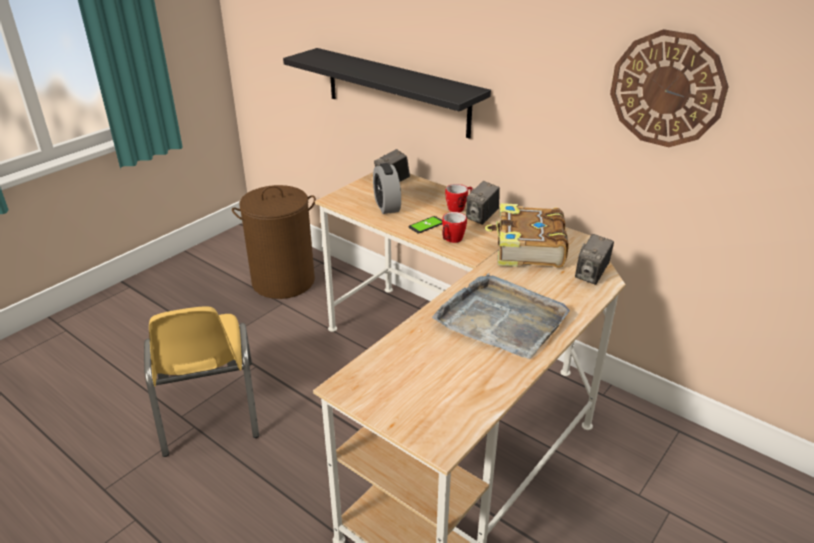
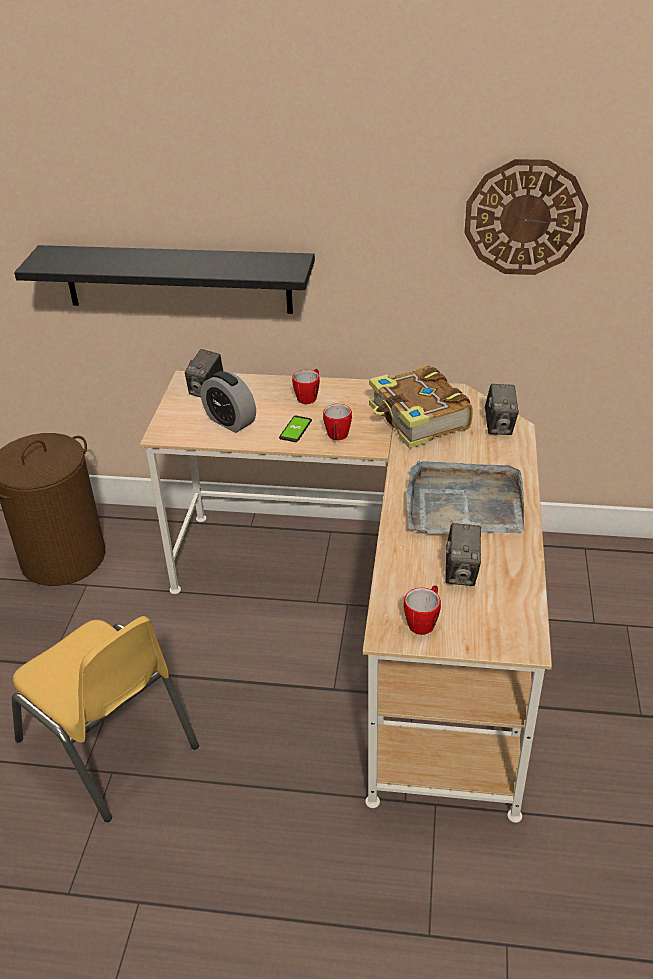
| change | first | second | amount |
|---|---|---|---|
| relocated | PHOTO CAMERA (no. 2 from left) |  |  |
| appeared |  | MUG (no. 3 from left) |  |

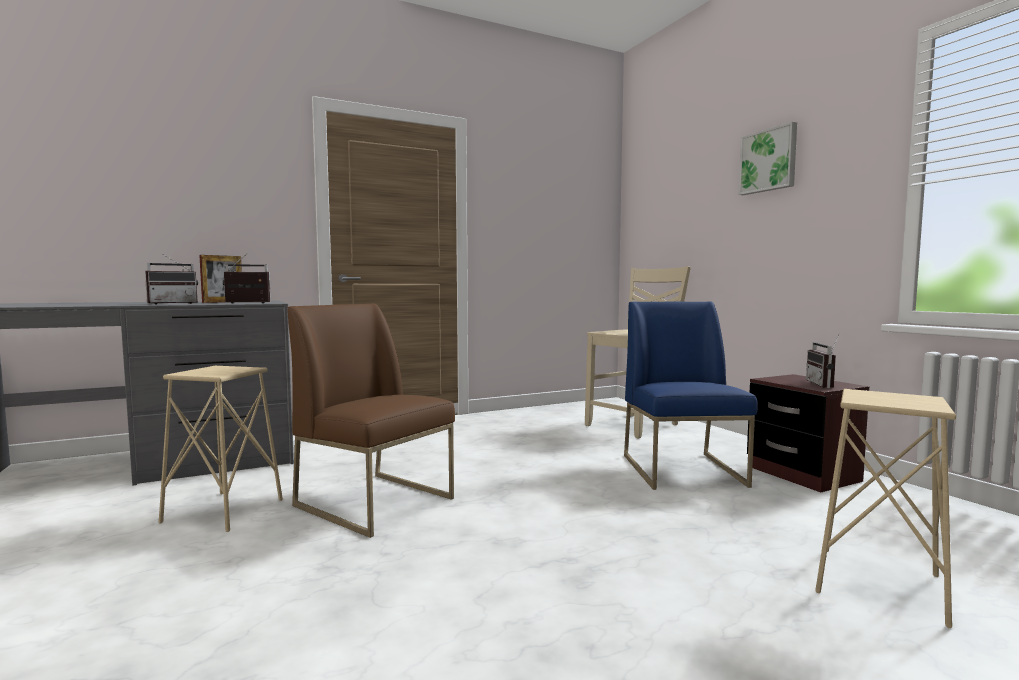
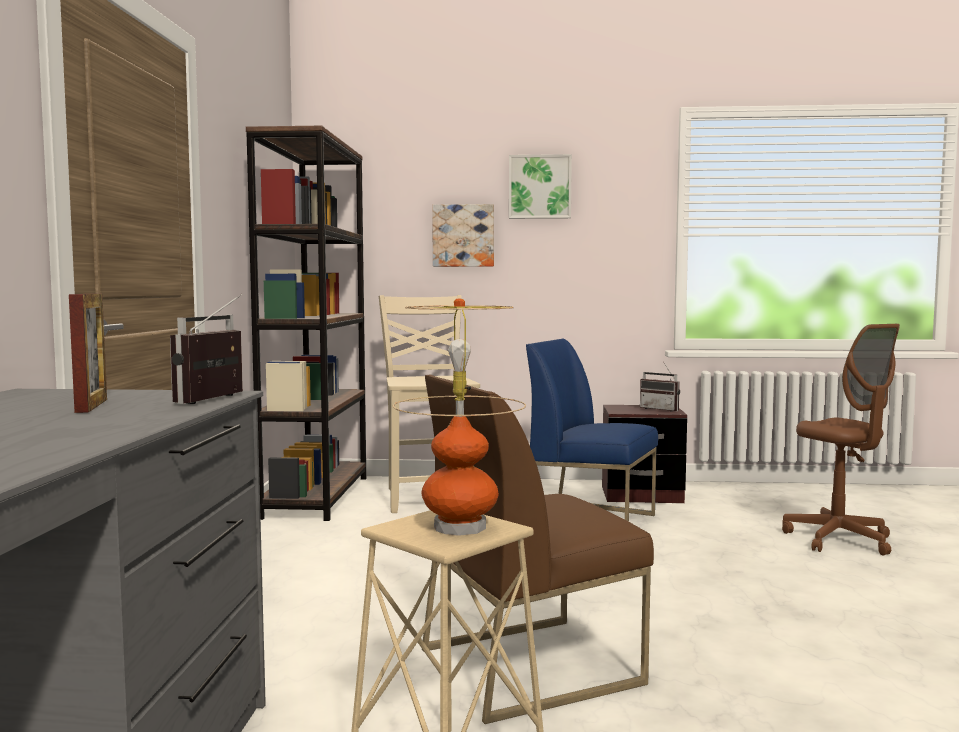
| change | first | second | amount |
|---|---|---|---|
| missing | RADIO (no. 1 from left) |  |  |
| exchanged | BEIGE STOOL (no. 2 from left) | BROWN OFFICE CHAIR |  |
| appeared |  | BROWN BOOKCASE |  |
| appeared |  | TABLE LAMP |  |
| appeared |  | PICTURE (no. 1 from left) |  |

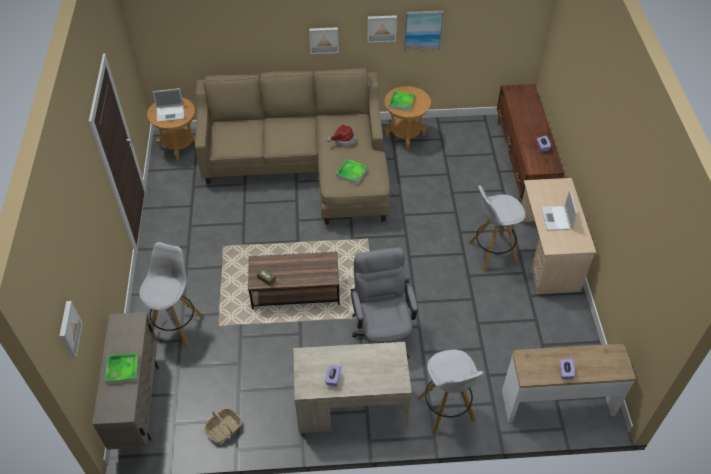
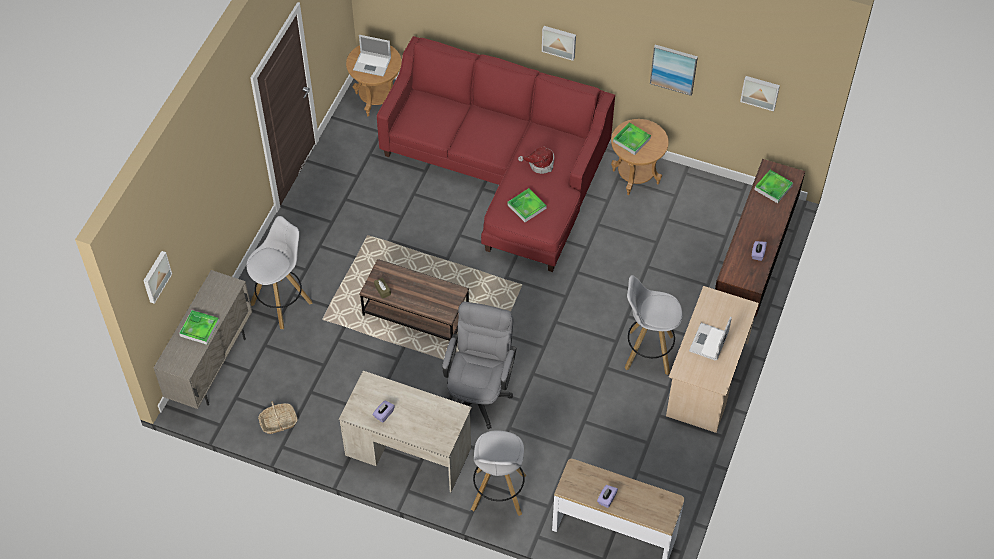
| change | first | second | amount |
|---|---|---|---|
| colour | BEIGE SOFA | RED SOFA |  |
| relocated | PICTURE (no. 3 from left in the first image) | PICTURE (no. 4 from left) |  |
| appeared |  | TRAY (no. 4 from left) |  |

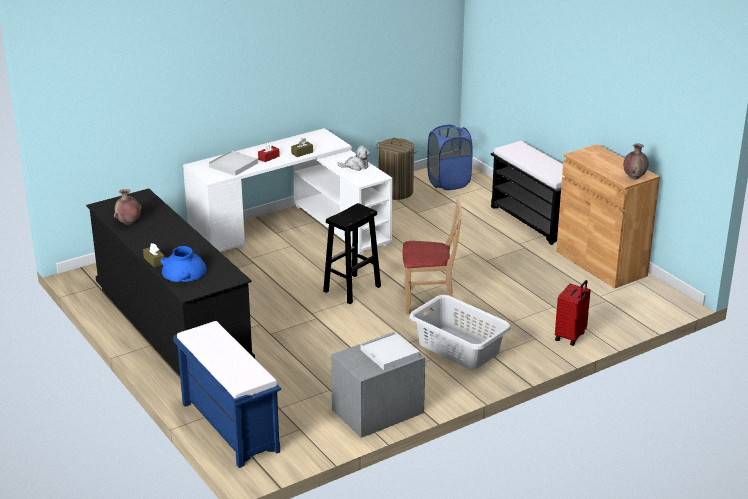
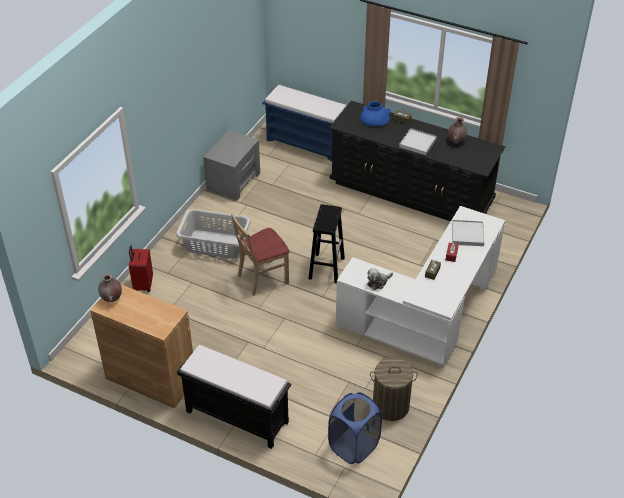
| change | first | second | amount |
|---|---|---|---|
| relocated | WHITE TRAY (no. 2 from left in the first image) | WHITE TRAY (no. 1 from left) |  |

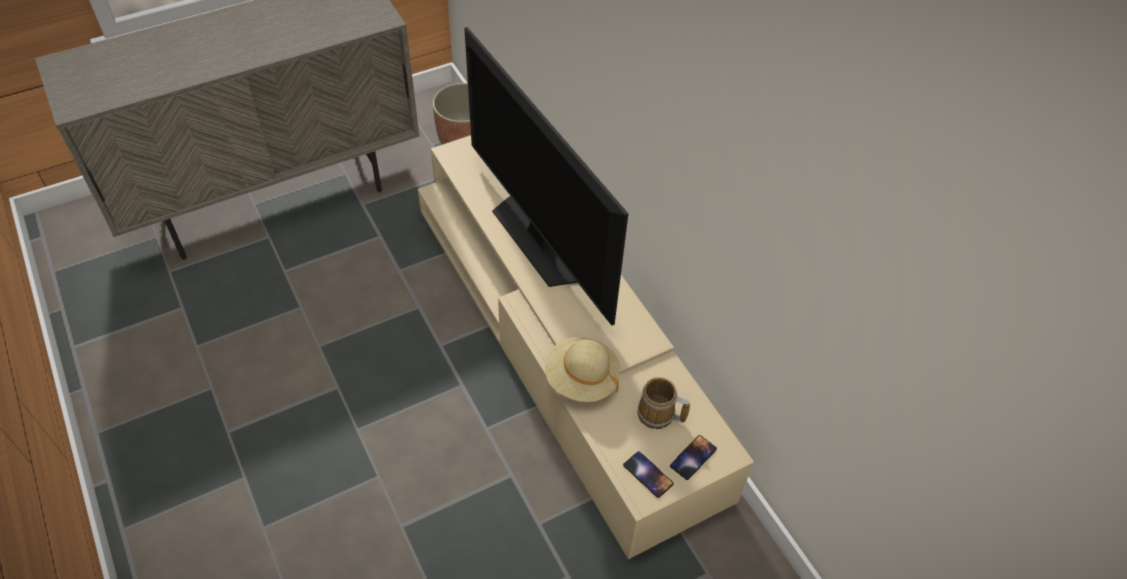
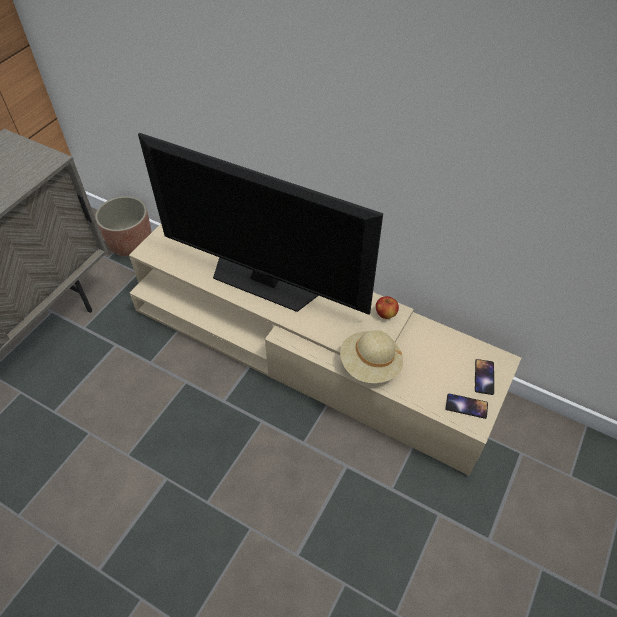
| change | first | second | amount |
|---|---|---|---|
| missing | MUG |  |  |
| appeared |  | APPLE |  |

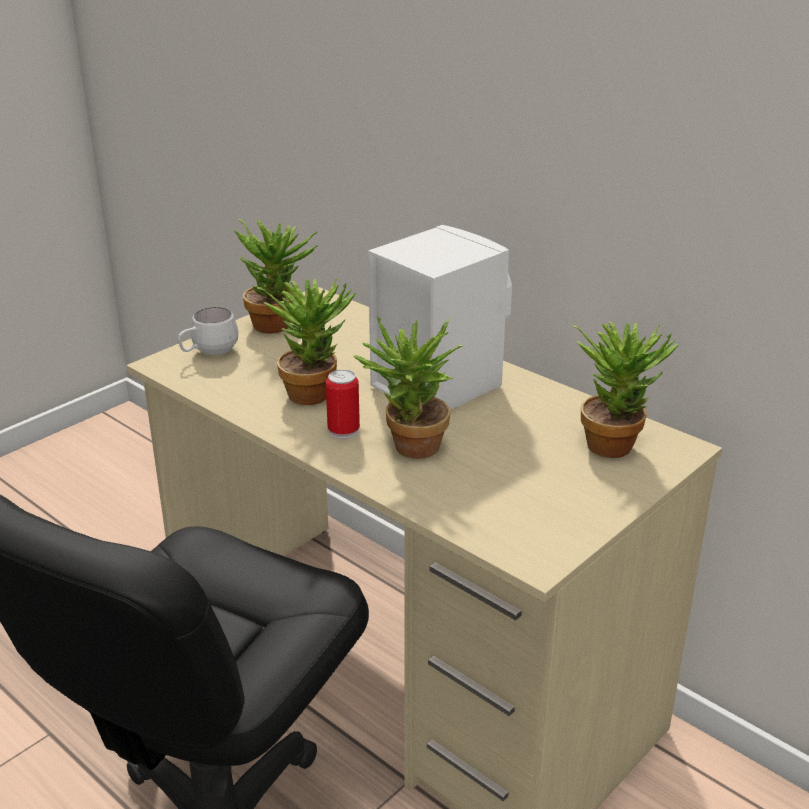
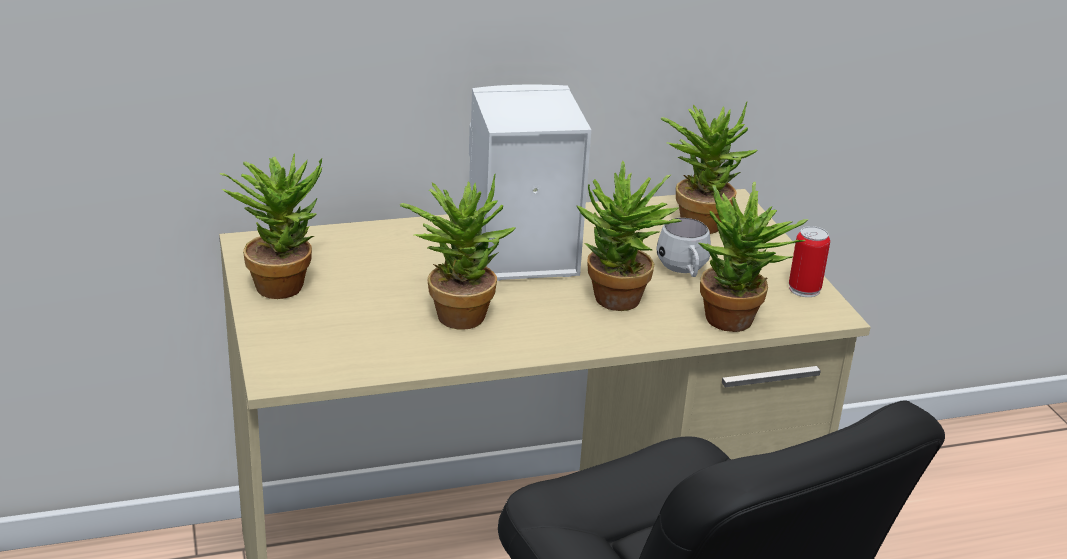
| change | first | second | amount |
|---|---|---|---|
| relocated | WHITE MUG |  |  |
| relocated | CAN |  |  |
| appeared |  | POTTED PLANT (no. 5 from left) |  |

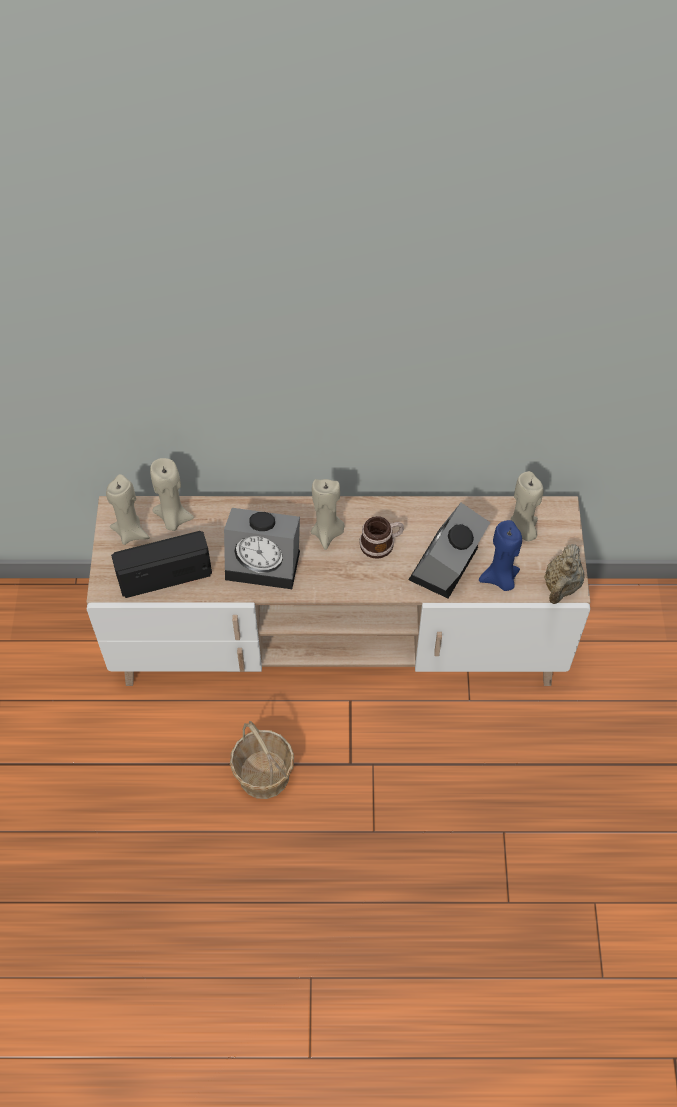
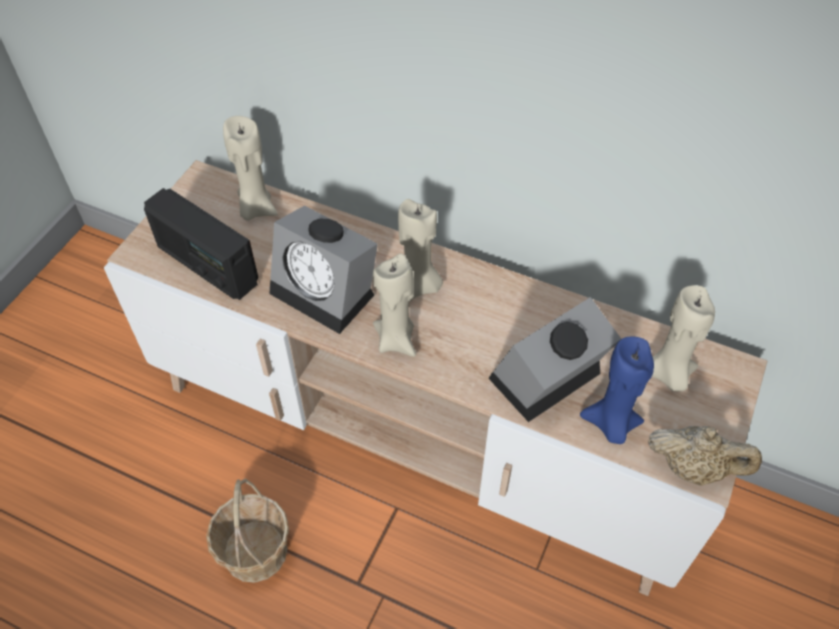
| change | first | second | amount |
|---|---|---|---|
| relocated | BEIGE CANDLE (no. 1 from left in the first image) | BEIGE CANDLE (no. 2 from left) |  |
| spun | RADIO |  | 150 degrees counterclockwise |
| missing | MUG |  |  |
| spun | BEIGE TEAPOT |  | 120 degrees counterclockwise |

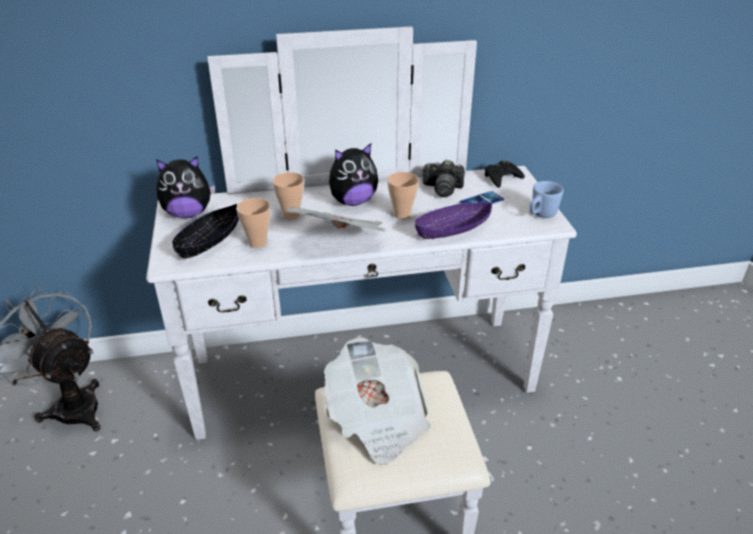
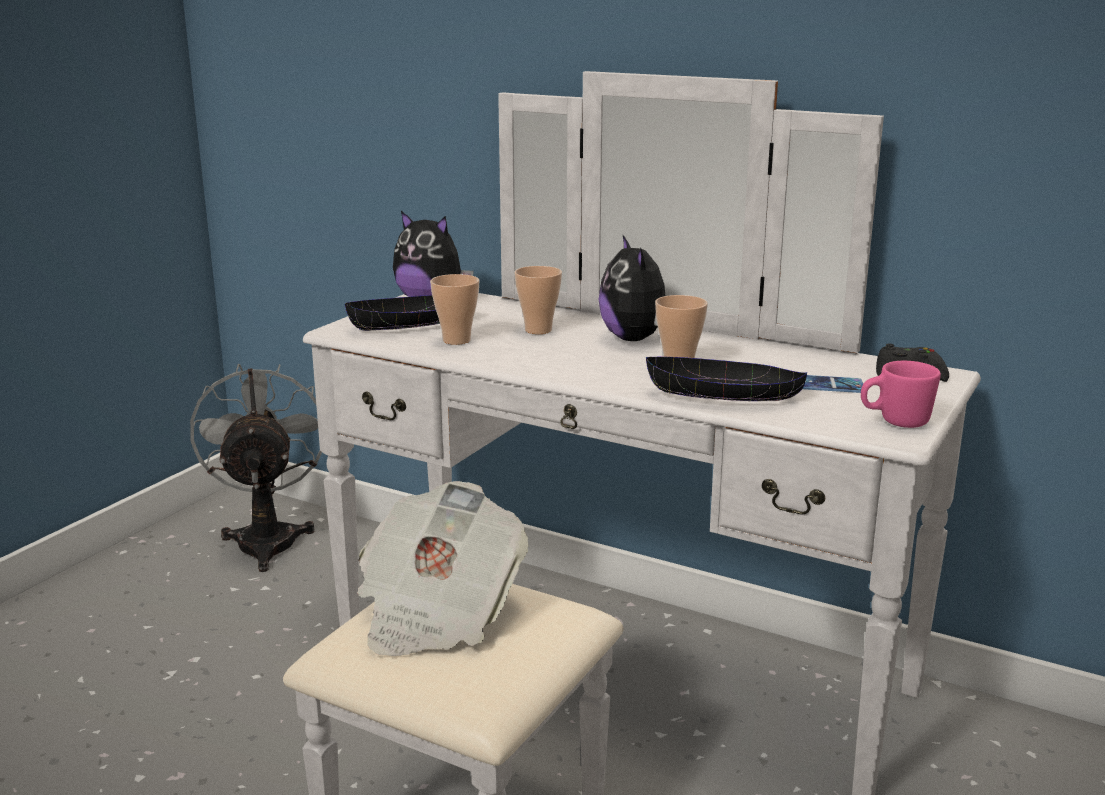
| change | first | second | amount |
|---|---|---|---|
| missing | NEWSPAPER (no. 1 from left) |  |  |
| spun | PLUSH TOY (no. 2 from left) |  | 60 degrees clockwise |
| colour | PURPLE BOWL | BLACK BOWL (no. 2 from left) |  |
| missing | PHOTO CAMERA |  |  |
| colour | BLUE MUG | PINK MUG |  |

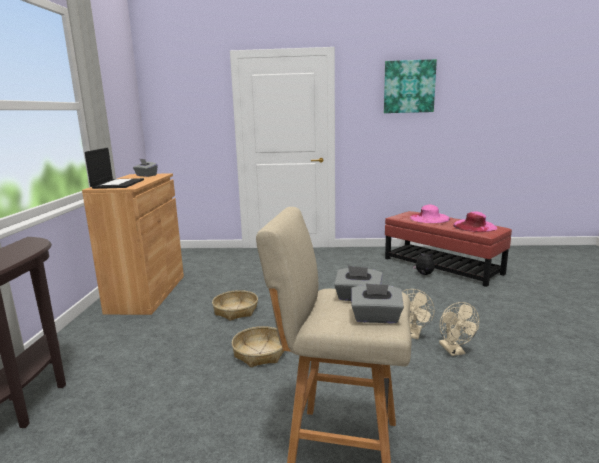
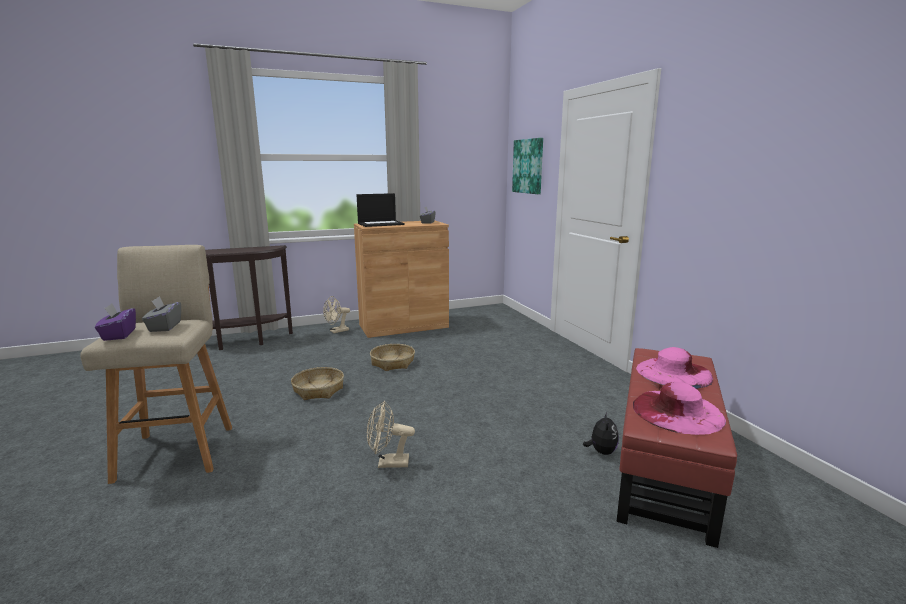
| change | first | second | amount |
|---|---|---|---|
| colour | GREY TISSUE BOX (no. 3 from left) | PURPLE TISSUE BOX |  |
| relocated | PICTURE |  |  |
| relocated | BEIGE FAN (no. 2 from left in the first image) | BEIGE FAN (no. 1 from left) |  |

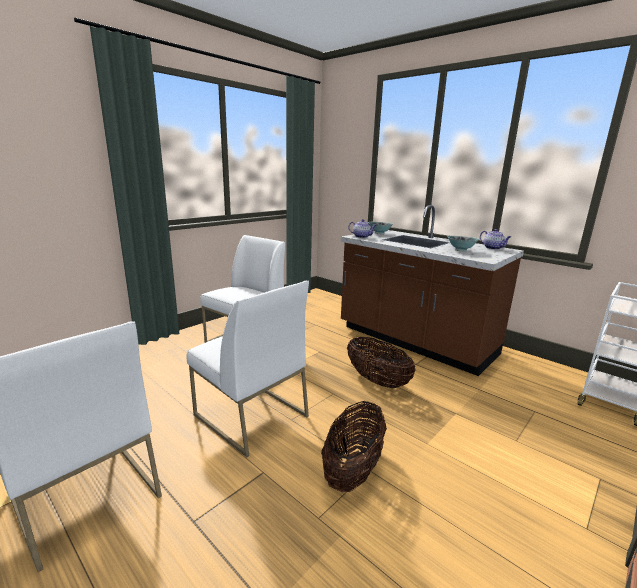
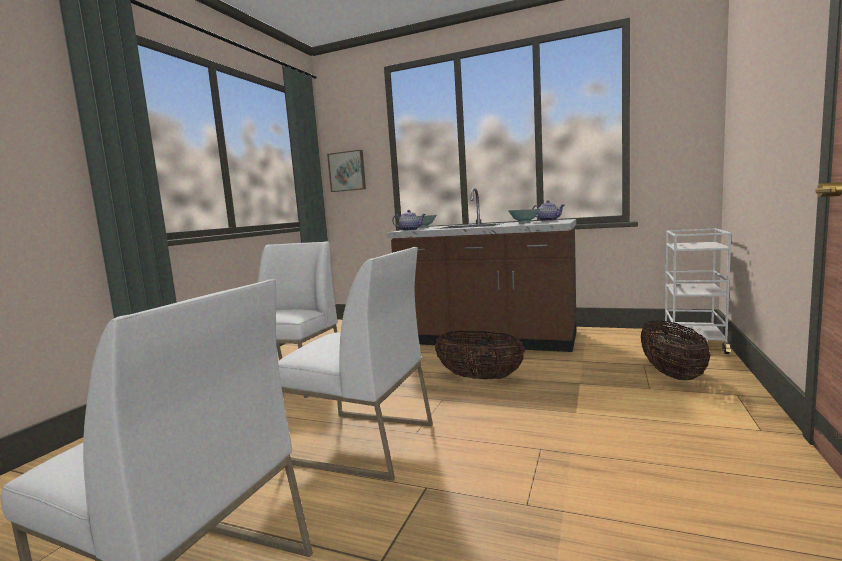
| change | first | second | amount |
|---|---|---|---|
| relocated | BASKET (no. 1 from left in the first image) | BASKET (no. 2 from left) |  |
| appeared |  | PICTURE |  |

